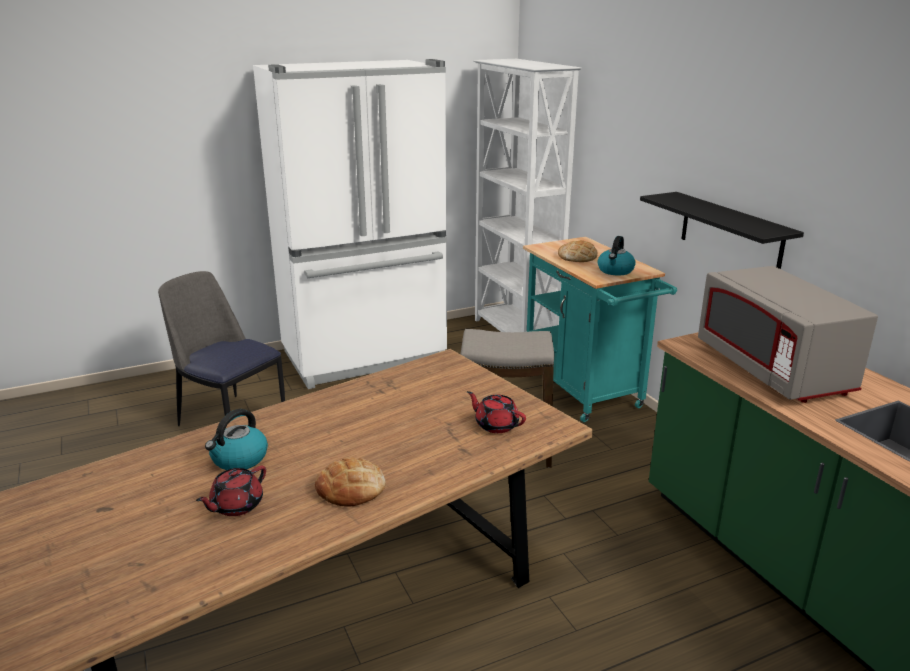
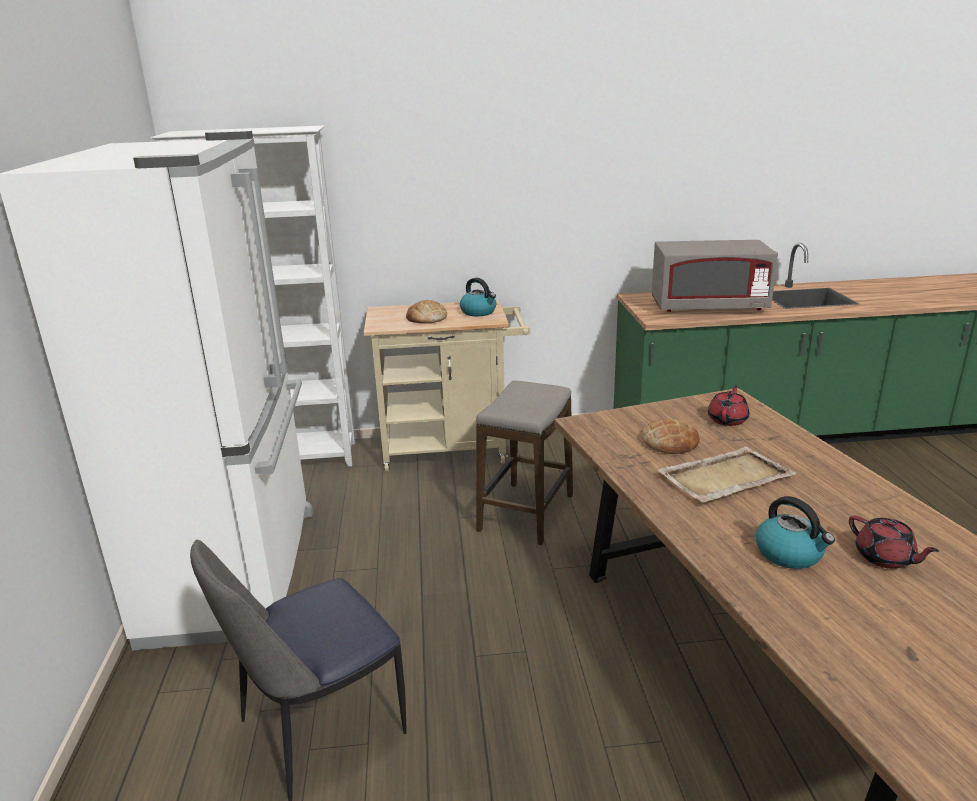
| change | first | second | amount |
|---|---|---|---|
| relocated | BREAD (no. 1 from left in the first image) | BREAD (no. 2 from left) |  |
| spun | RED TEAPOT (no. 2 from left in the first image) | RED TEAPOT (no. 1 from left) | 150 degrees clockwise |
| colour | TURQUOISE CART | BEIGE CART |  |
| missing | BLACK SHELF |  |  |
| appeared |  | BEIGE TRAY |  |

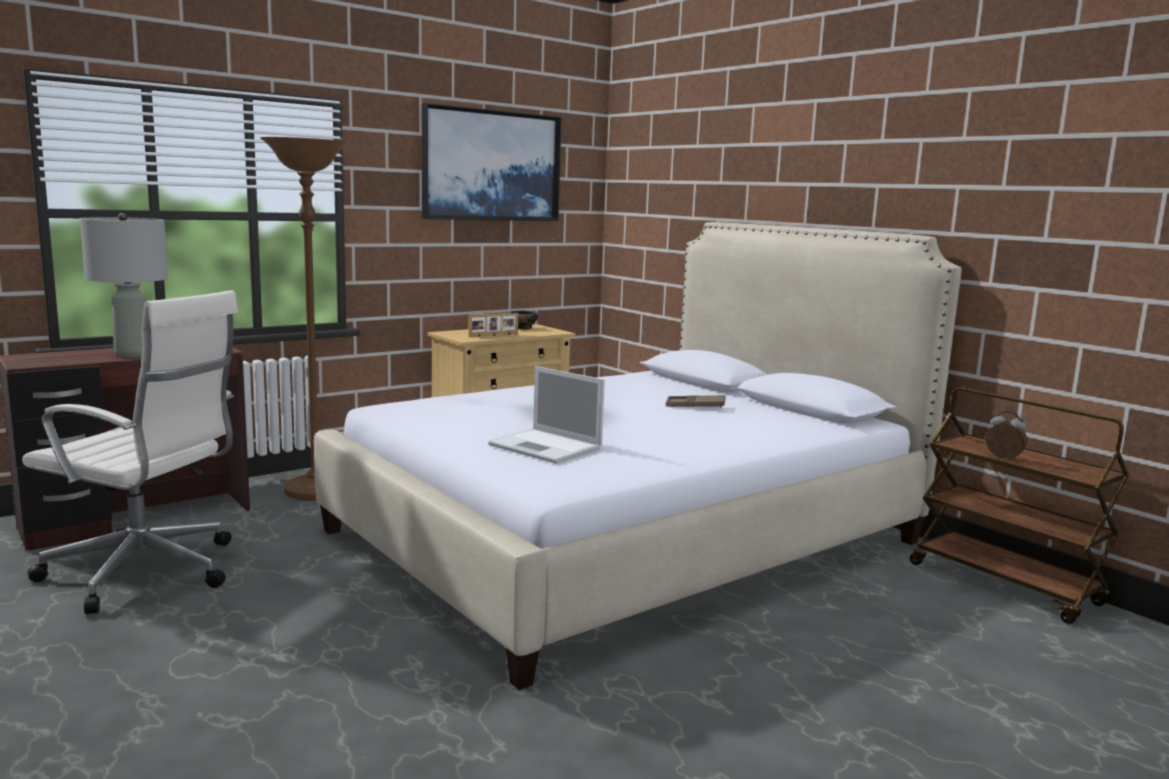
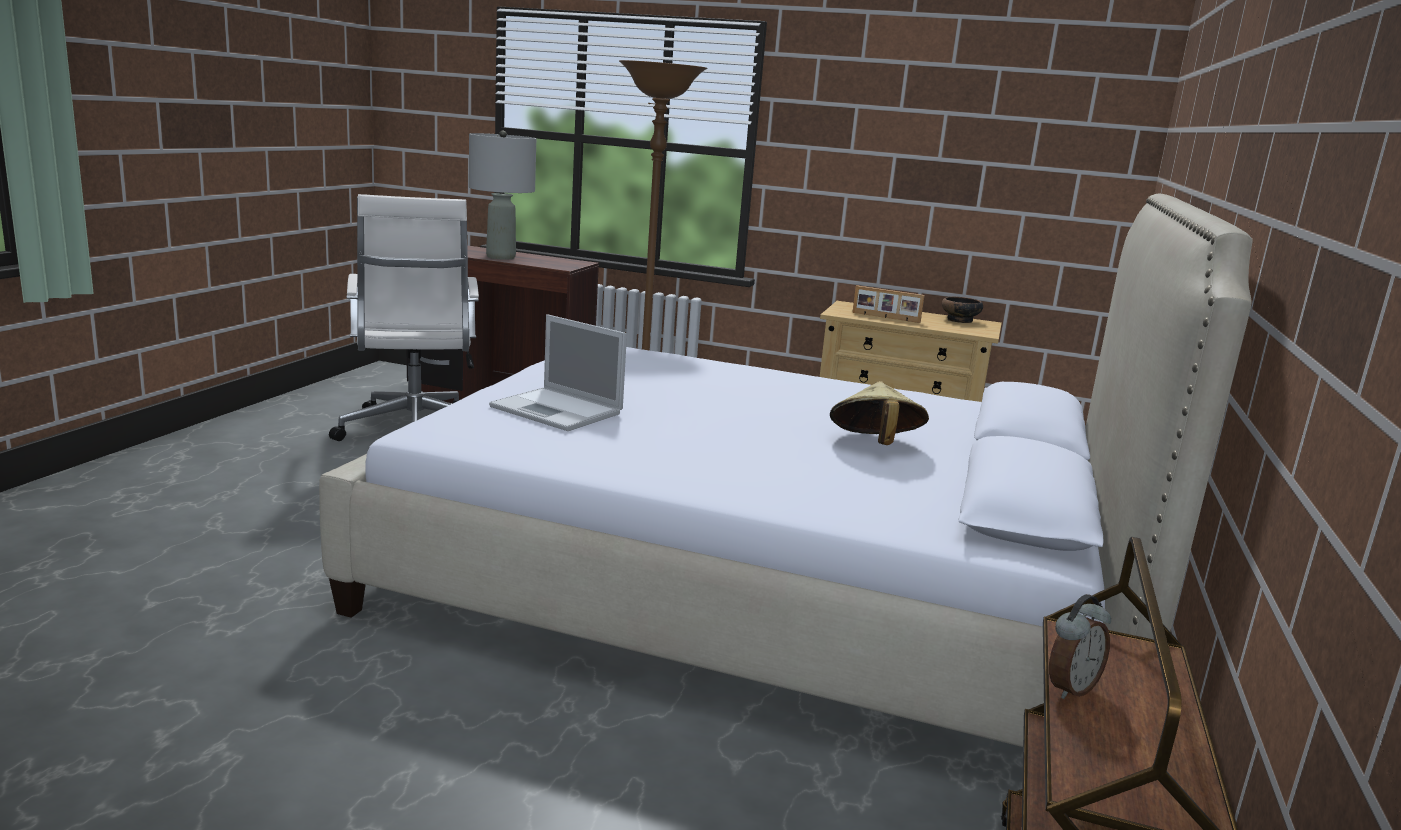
| change | first | second | amount |
|---|---|---|---|
| missing | PICTURE |  |  |
| spun | LAPTOP |  | 60 degrees counterclockwise |
| exchanged | BROWN TRAY | BEIGE HAT |  |
| spun | ALARM CLOCK |  | 45 degrees clockwise |

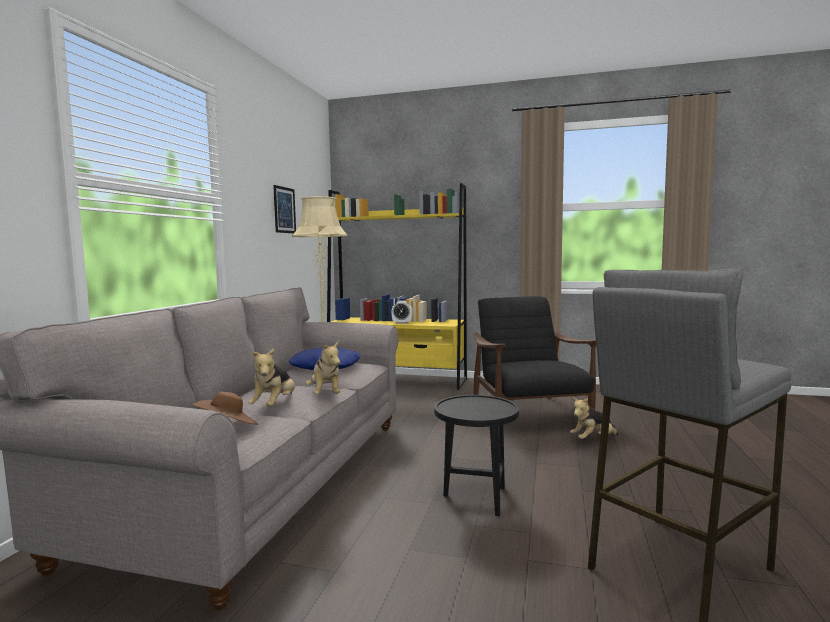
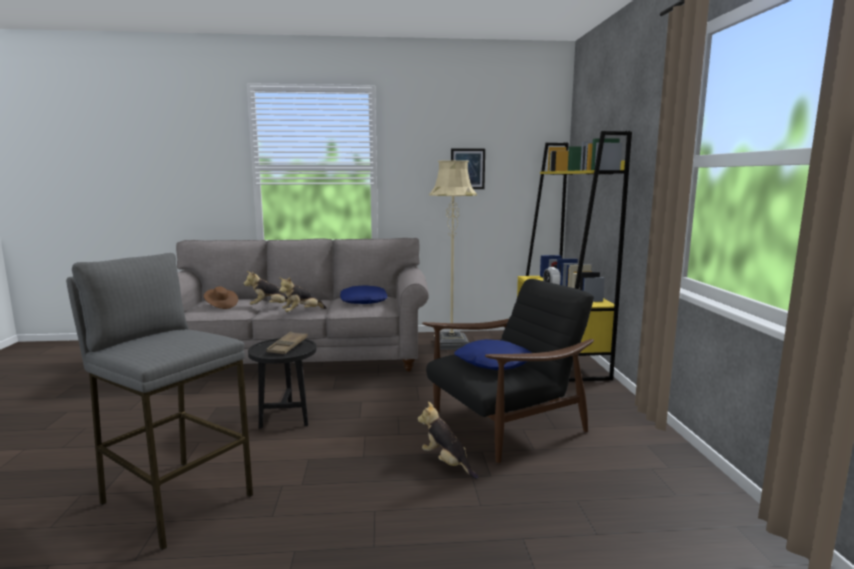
| change | first | second | amount |
|---|---|---|---|
| appeared |  | BROWN TRAY |  |
| appeared |  | BLUE PILLOW (no. 2 from left) |  |

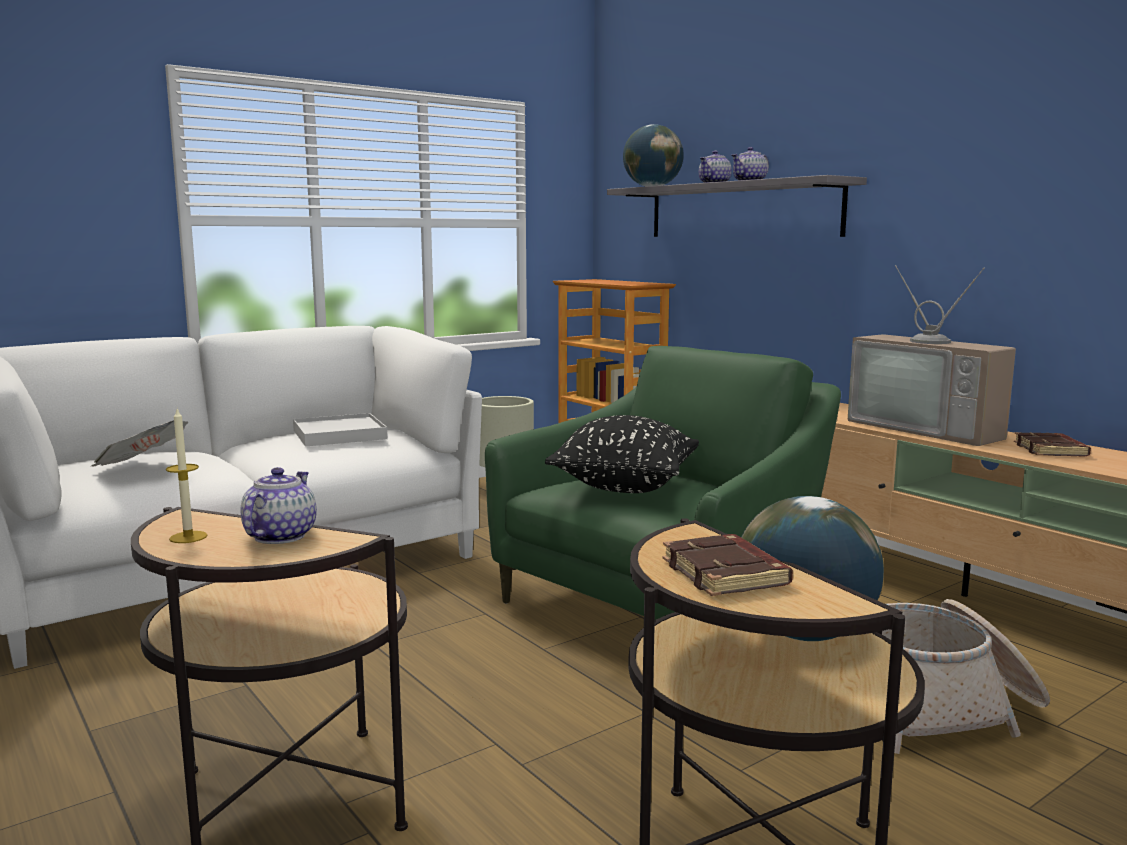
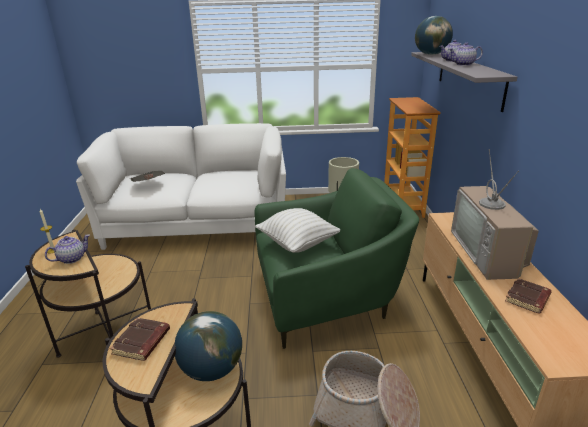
| change | first | second | amount |
|---|---|---|---|
| missing | WHITE TRAY |  |  |
| colour | BLACK PILLOW | WHITE PILLOW |  |

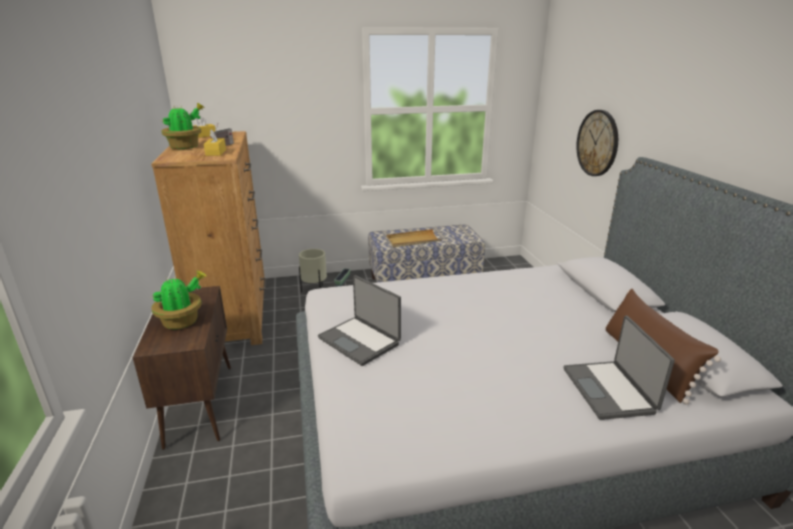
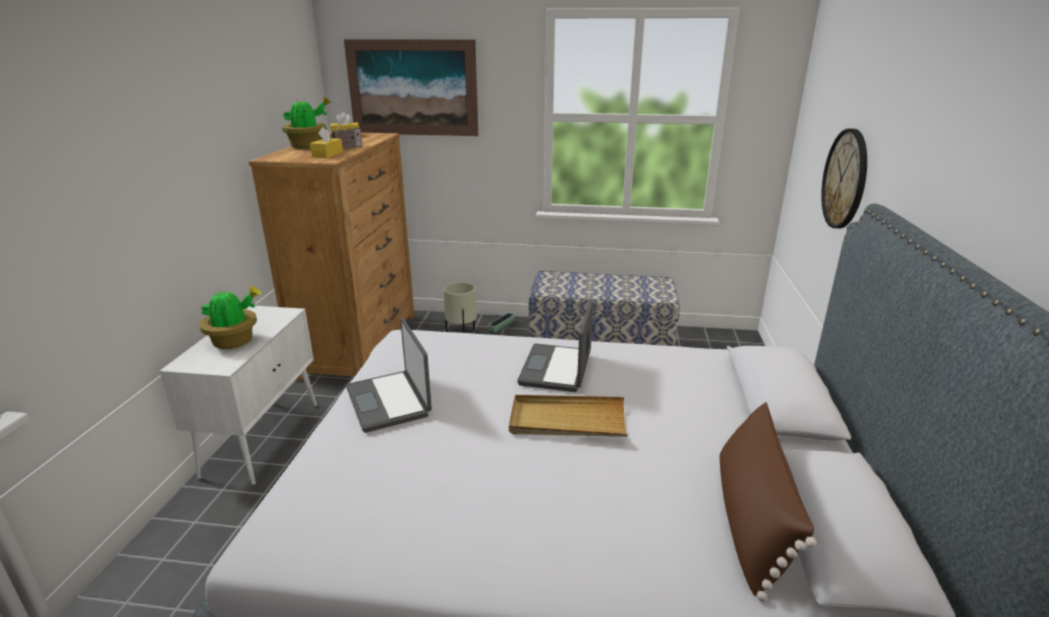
| change | first | second | amount |
|---|---|---|---|
| colour | BROWN CABINET | WHITE CABINET |  |
| relocated | BEIGE TRAY |  |  |
| relocated | LAPTOP (no. 2 from left) |  |  |
| appeared |  | PICTURE |  |

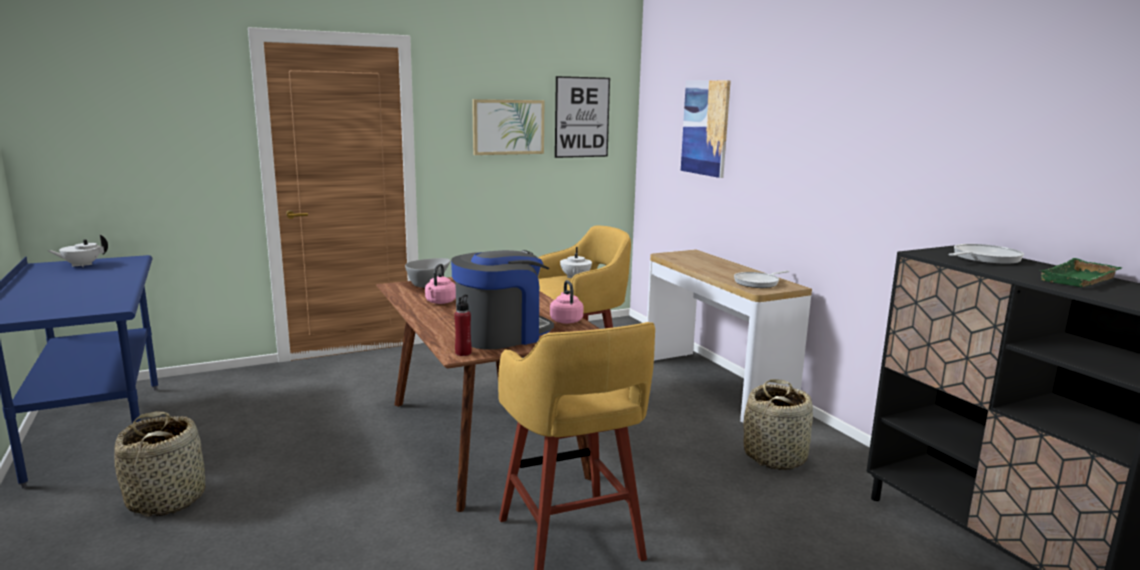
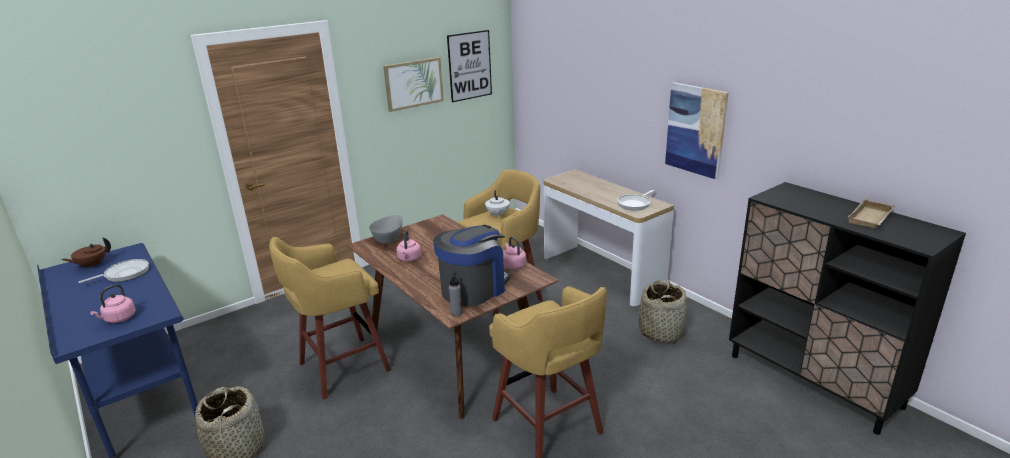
| change | first | second | amount |
|---|---|---|---|
| colour | WHITE TEAPOT (no. 1 from left) | BROWN TEAPOT |  |
| colour | RED BOTTLE | GREY BOTTLE |  |
| relocated | PICTURE (no. 3 from left) |  |  |
| relocated | FRYING PAN (no. 2 from left in the first image) | FRYING PAN (no. 1 from left) |  |
| colour | GREEN TRAY | BEIGE TRAY |  |
| appeared |  | PINK KETTLE (no. 1 from left) |  |
| appeared |  | YELLOW STOOL (no. 1 from left) |  |

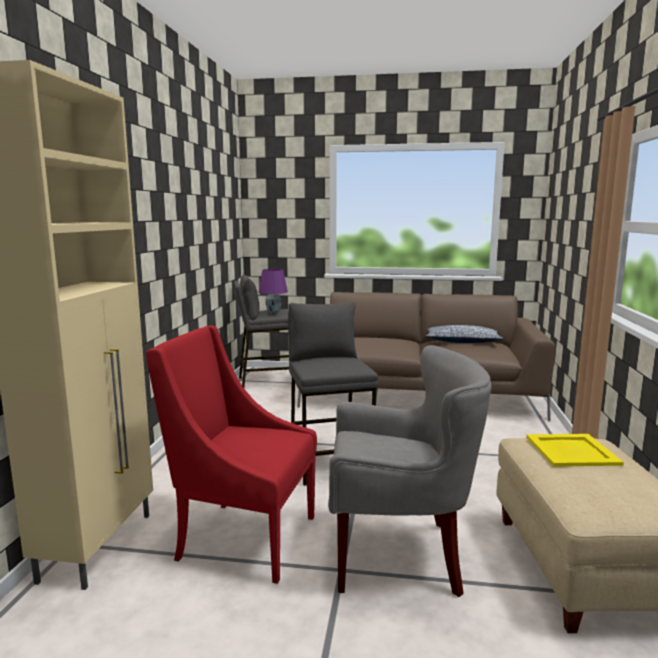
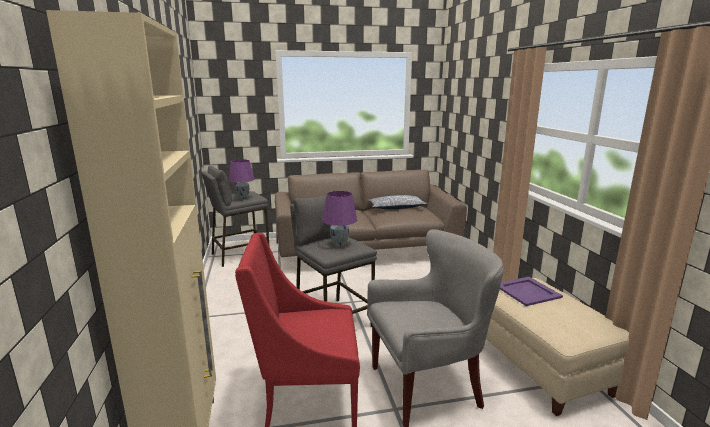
| change | first | second | amount |
|---|---|---|---|
| colour | YELLOW TRAY | PURPLE TRAY |  |
| appeared |  | PURPLE TABLE LAMP (no. 2 from left) |  |

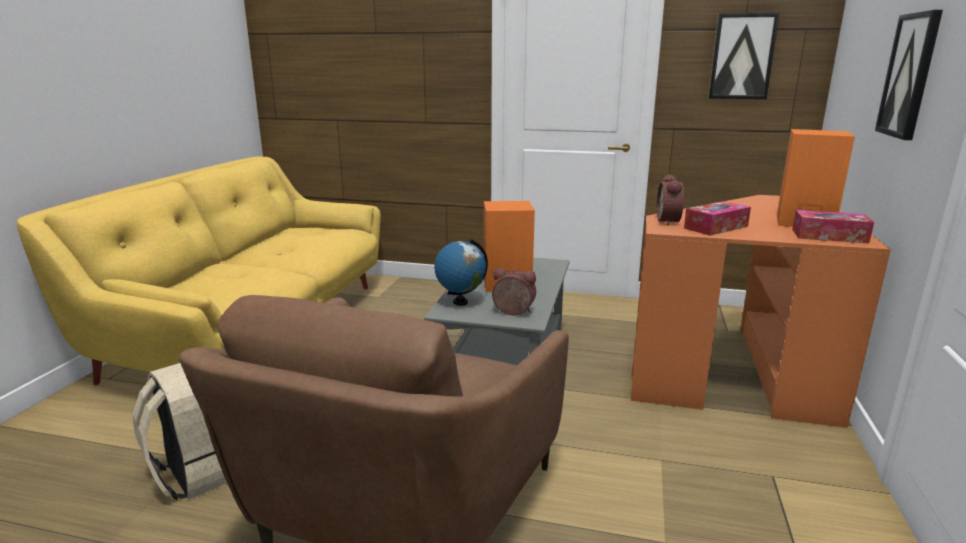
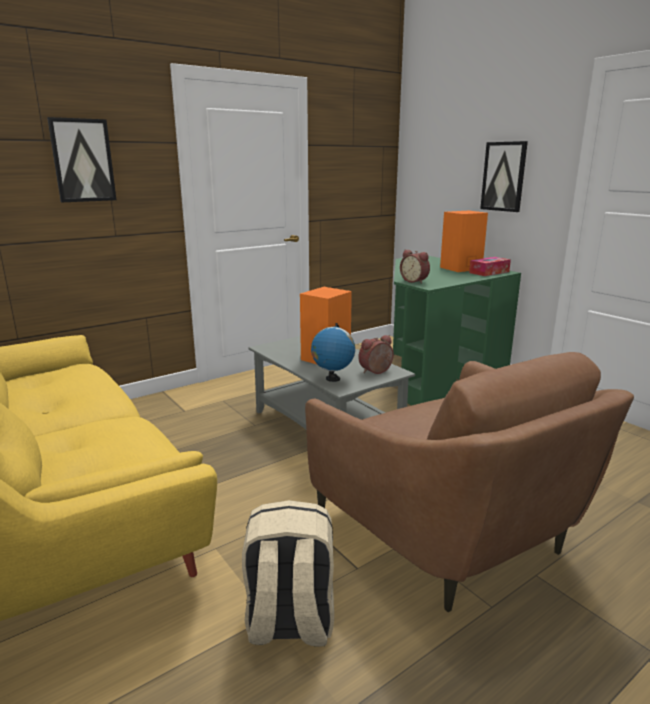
| change | first | second | amount |
|---|---|---|---|
| colour | ORANGE DESK | GREEN DESK |  |
| missing | TISSUE BOX (no. 1 from left) |  |  |
| relocated | PICTURE (no. 1 from left) |  |  |

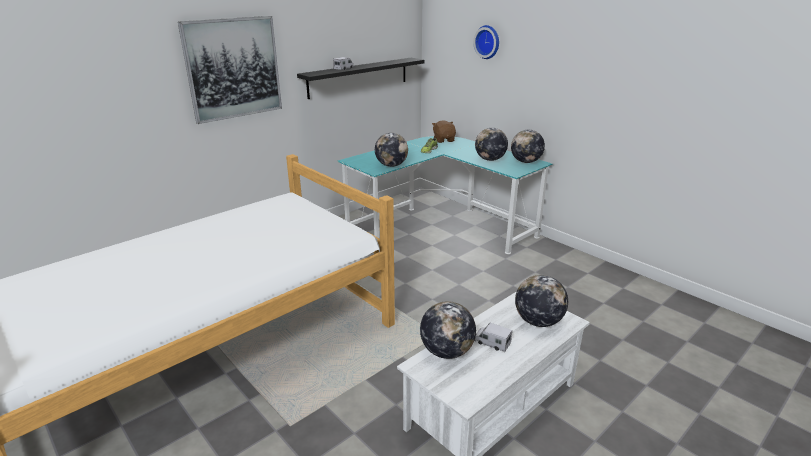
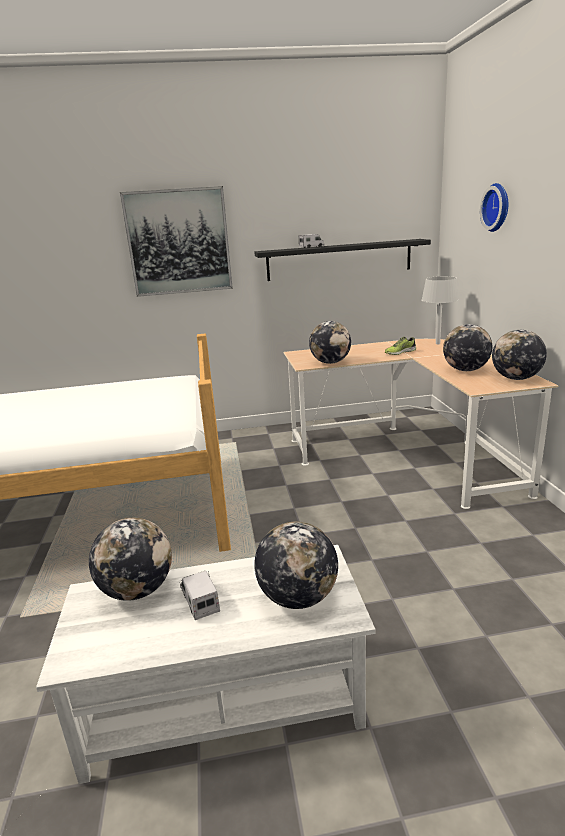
| change | first | second | amount |
|---|---|---|---|
| colour | TURQUOISE DESK | BEIGE DESK |  |
| exchanged | BROWN PLUSH TOY | GREY TABLE LAMP |  |

